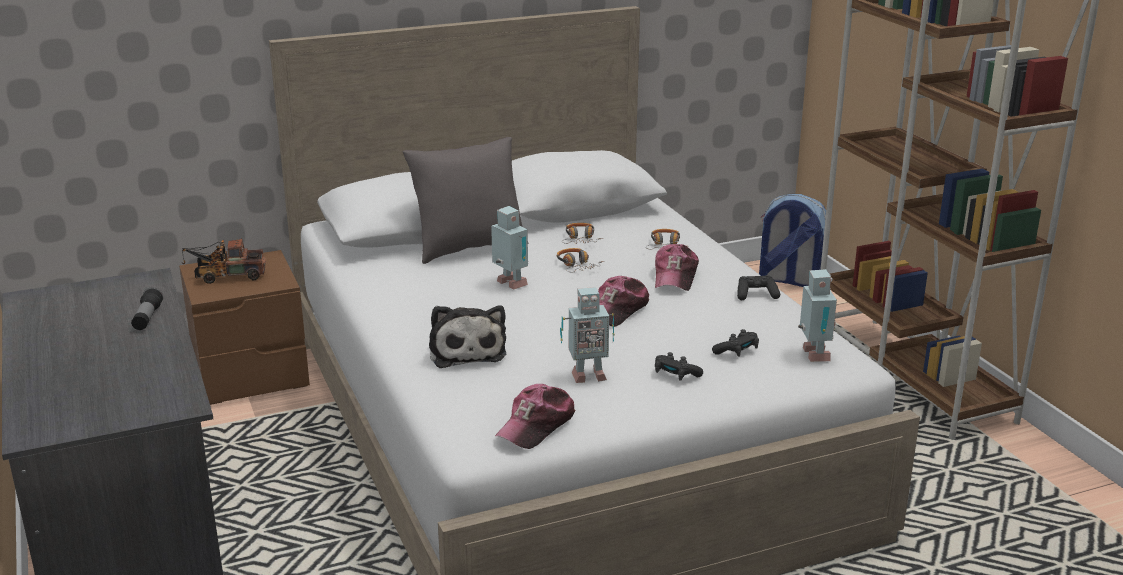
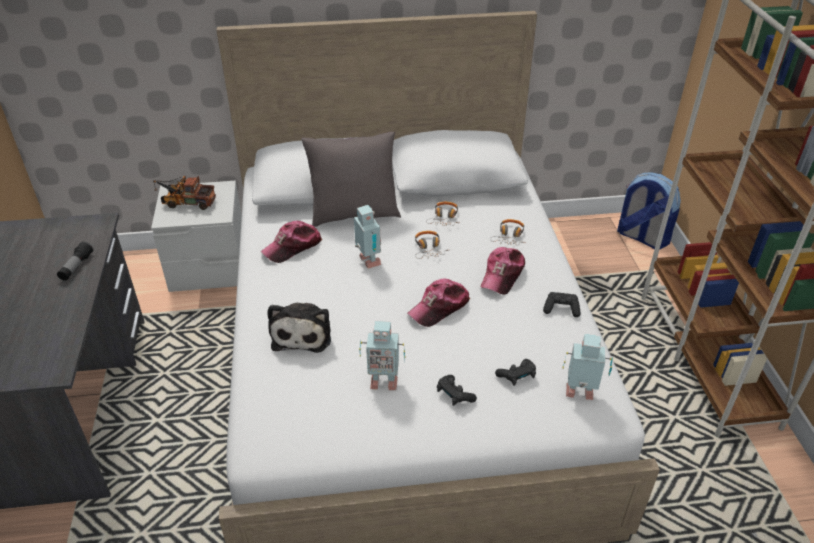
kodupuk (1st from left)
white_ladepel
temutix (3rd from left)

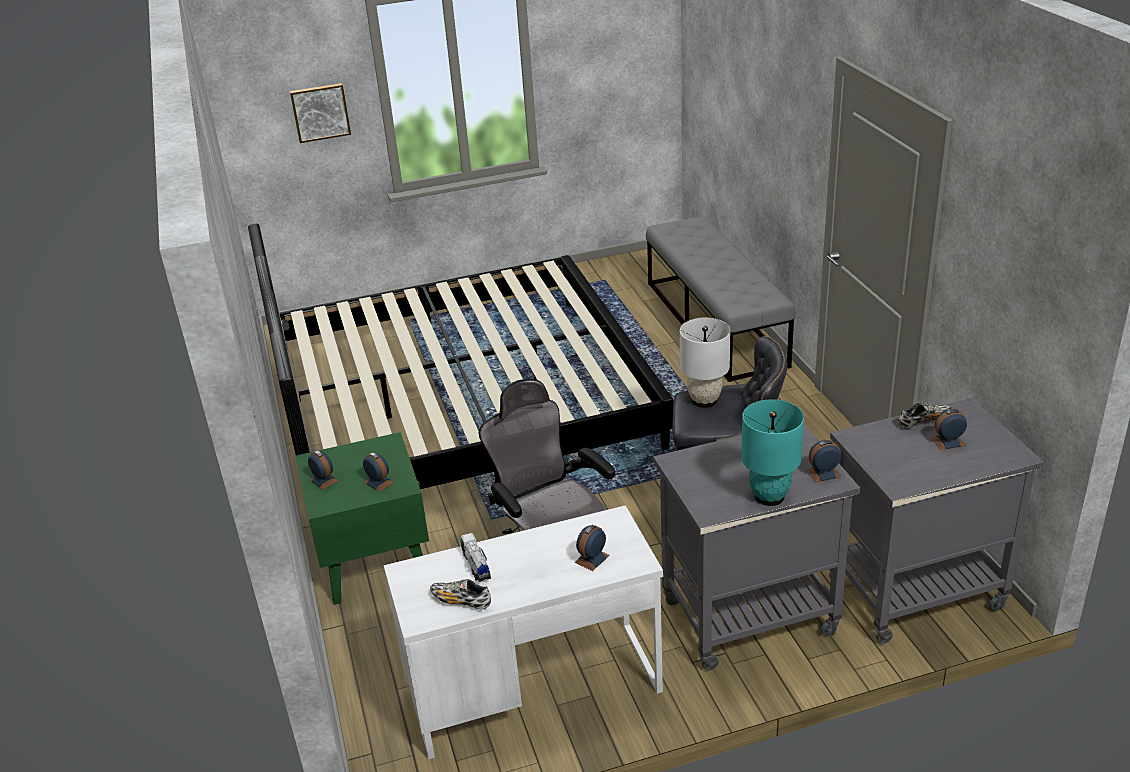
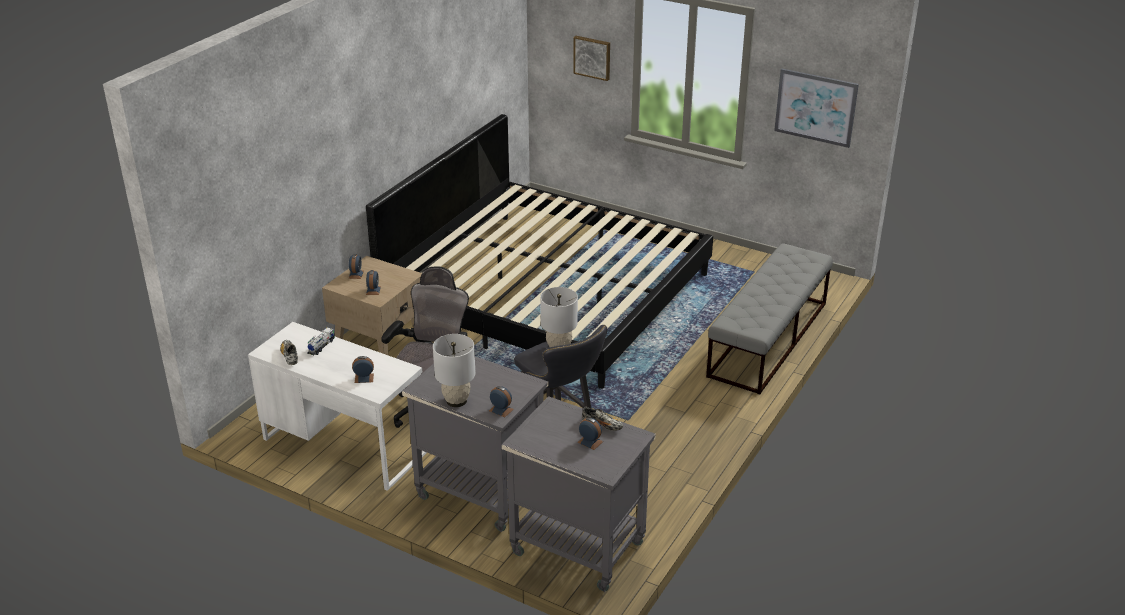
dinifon (2nd from left)
beige_ladepel
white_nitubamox (1st from left)

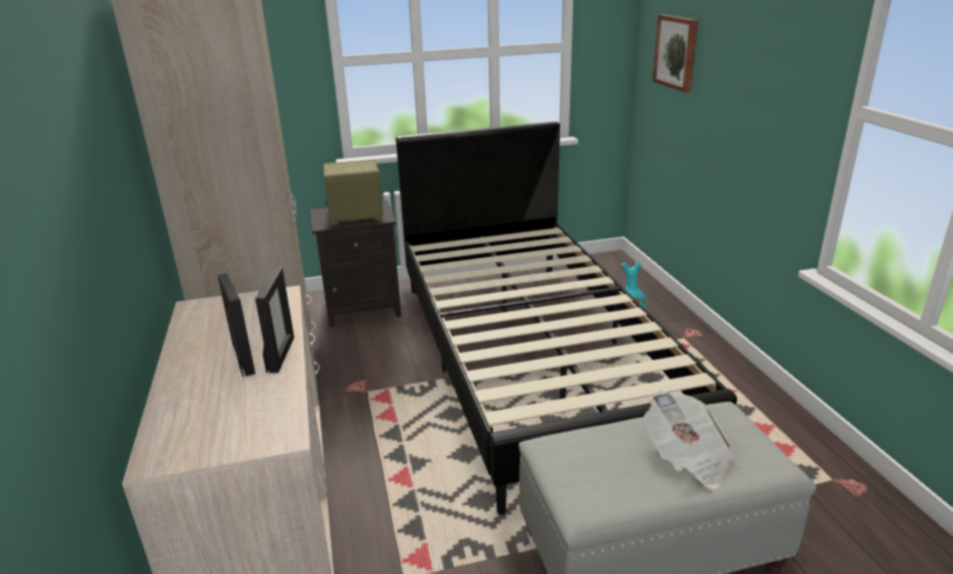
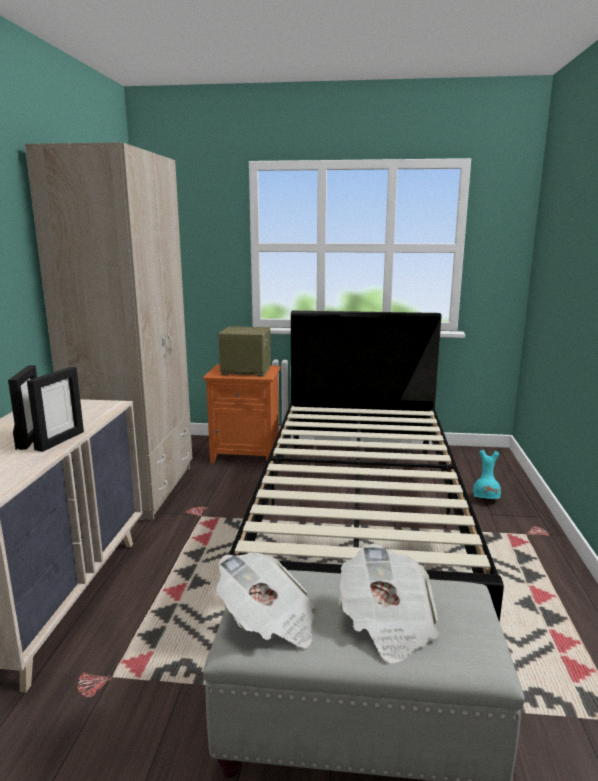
dinifon
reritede (1st from left)
orange_ladepel

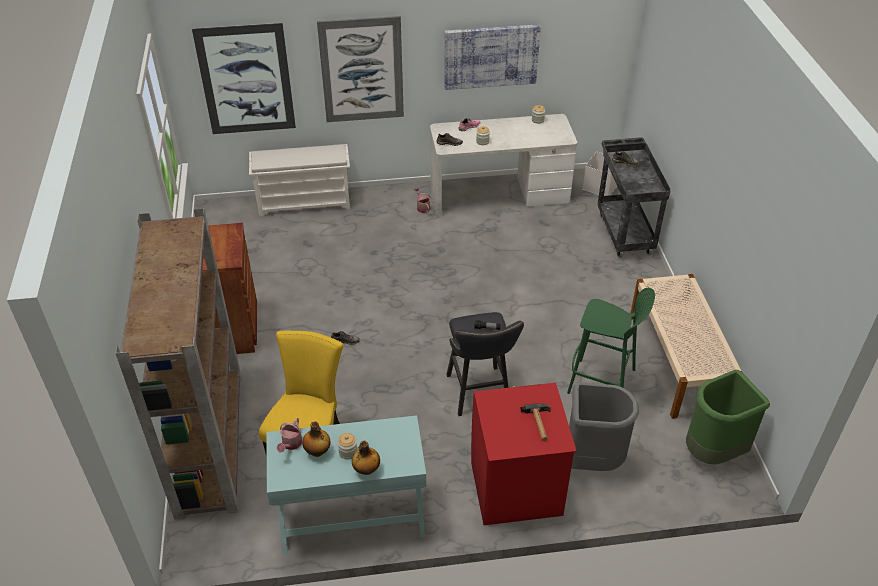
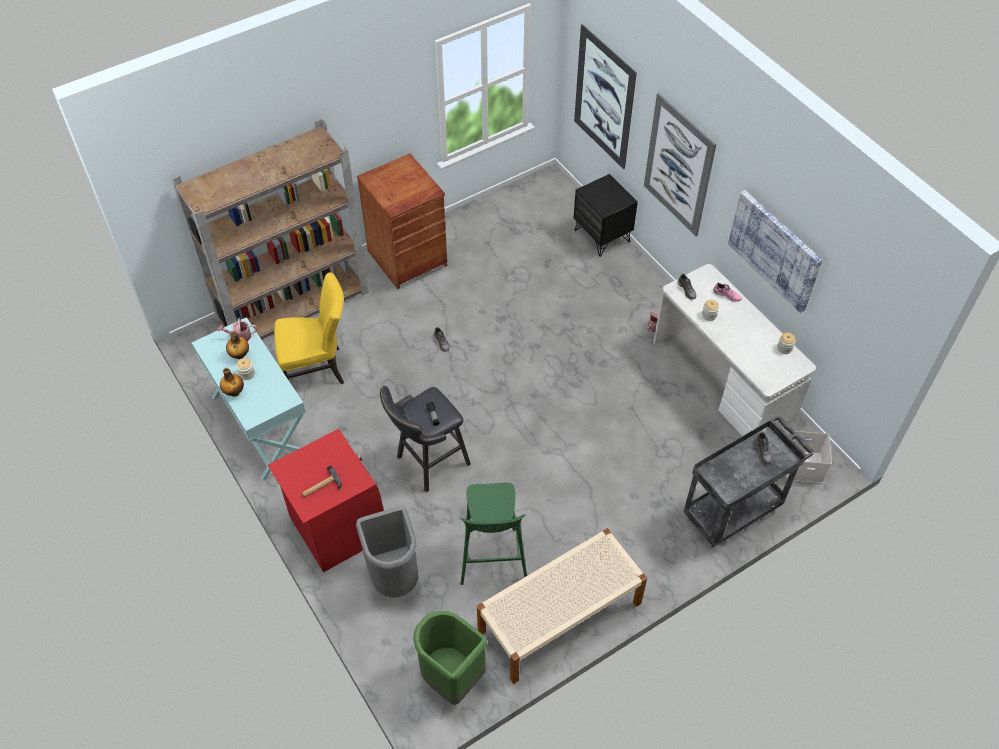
black_ladepel

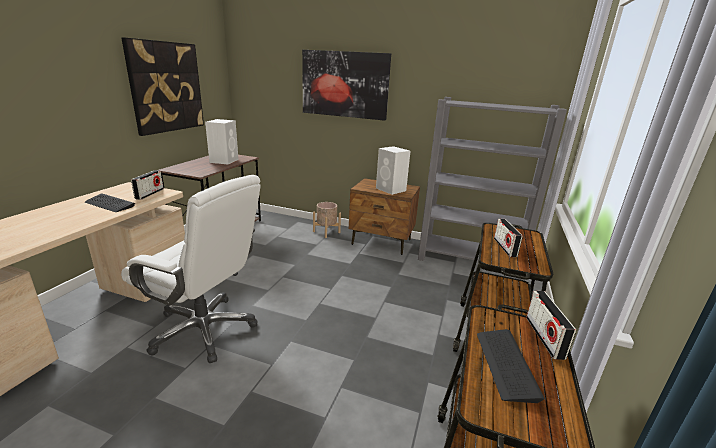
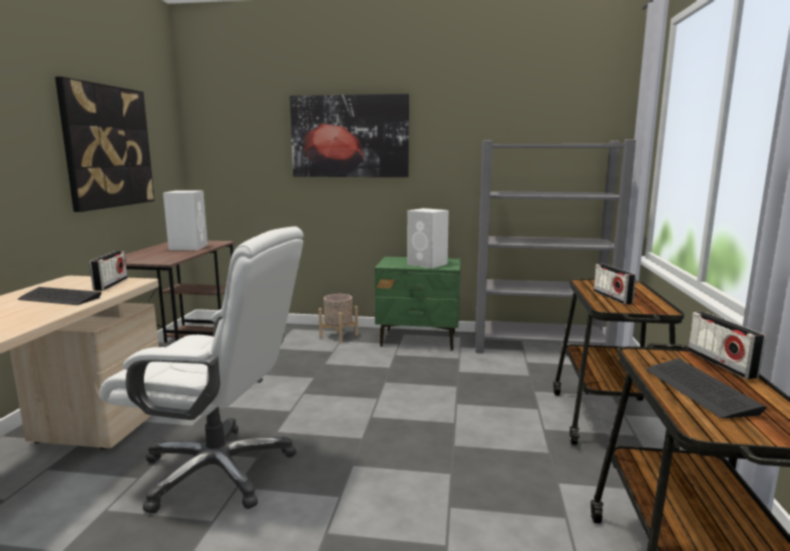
green_ladepel

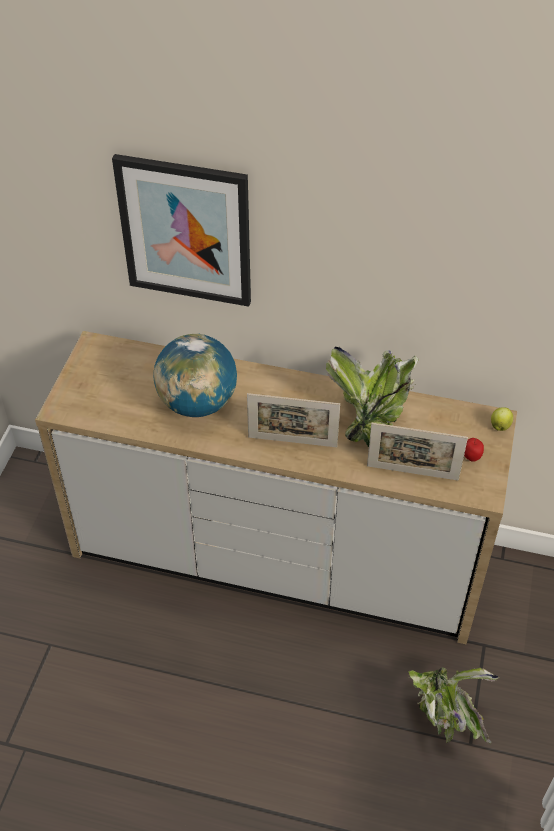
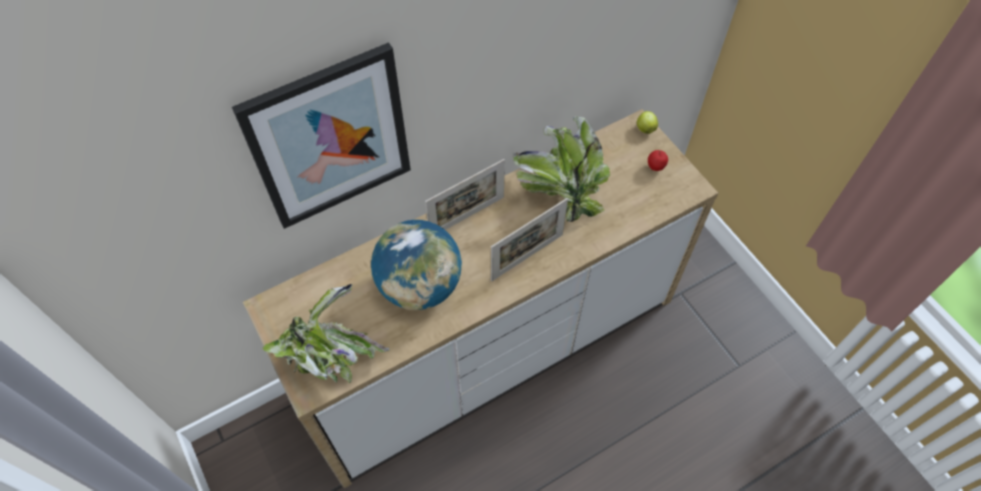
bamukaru (1st from left)
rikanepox (1st from left)

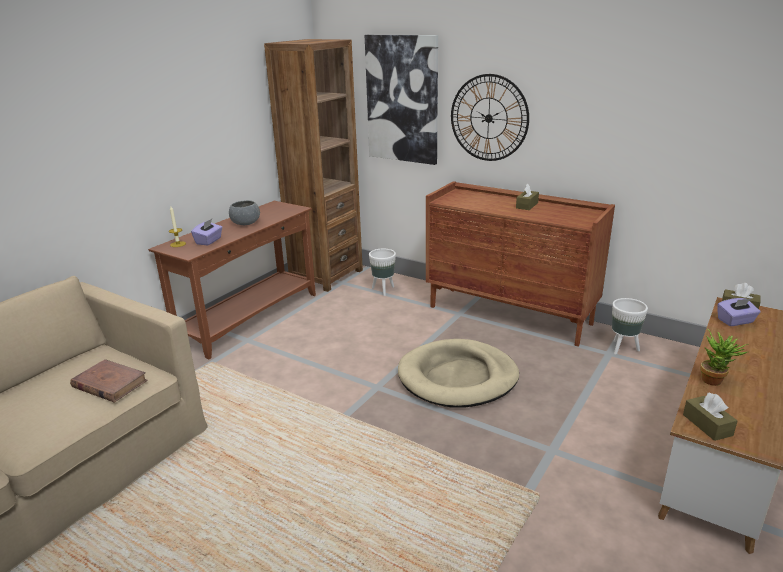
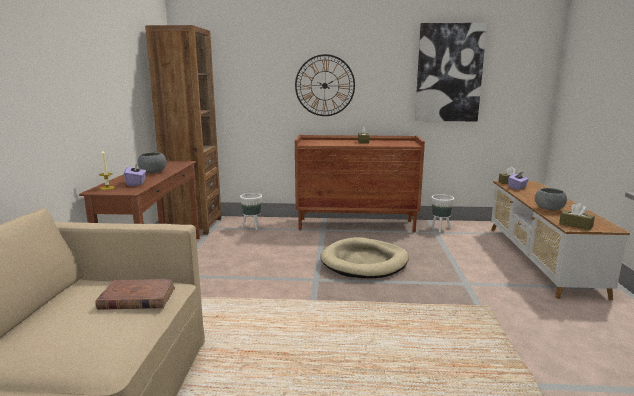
dinifon
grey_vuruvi (2nd from left)

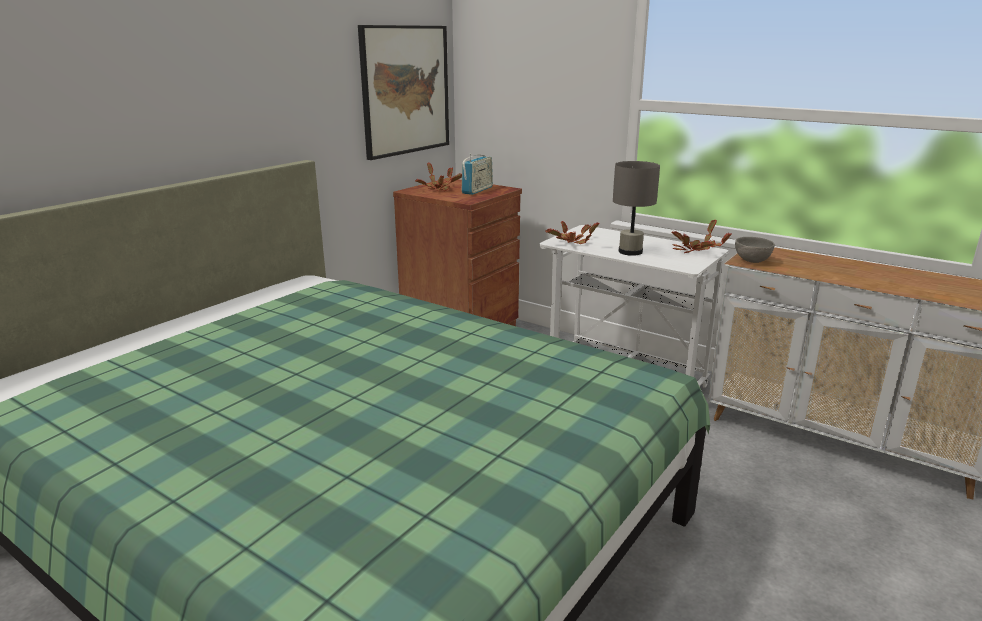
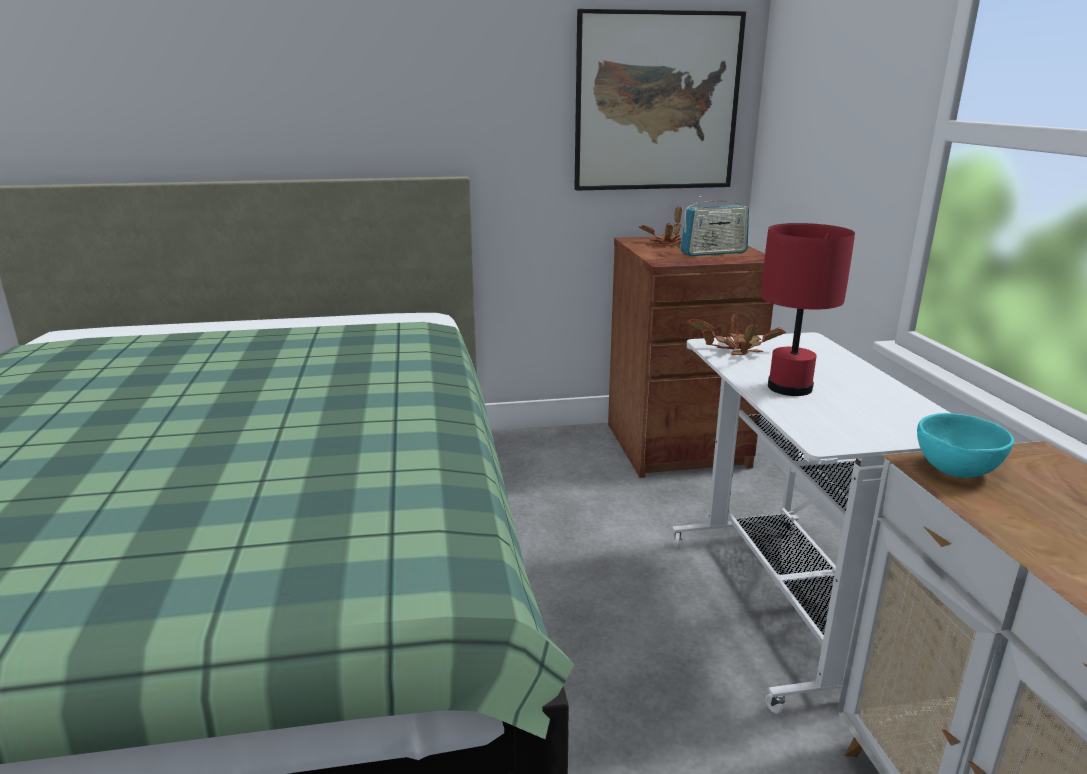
rikanepox (3rd from left in the first image)
red_nitubamox
turquoise_vuruvi

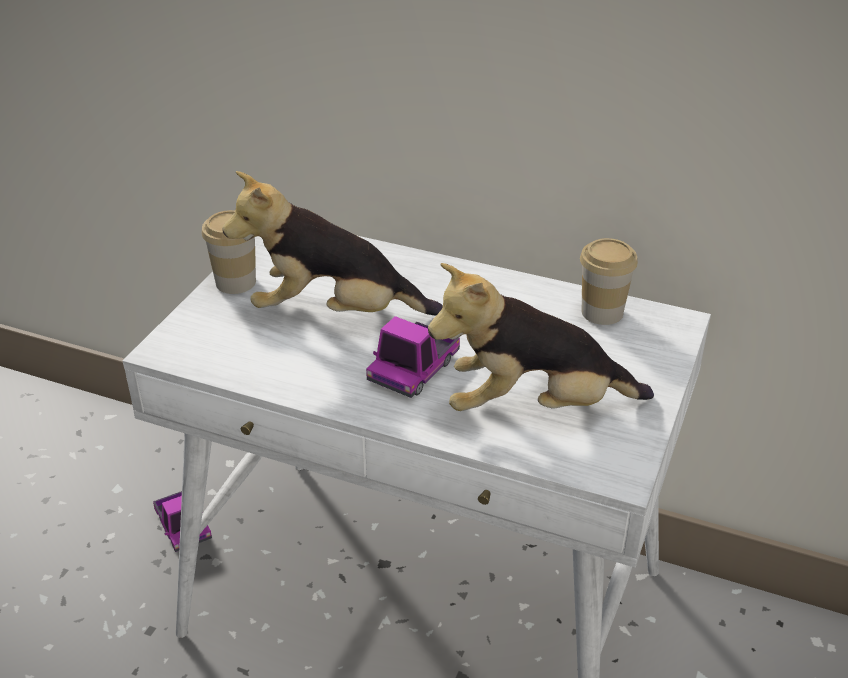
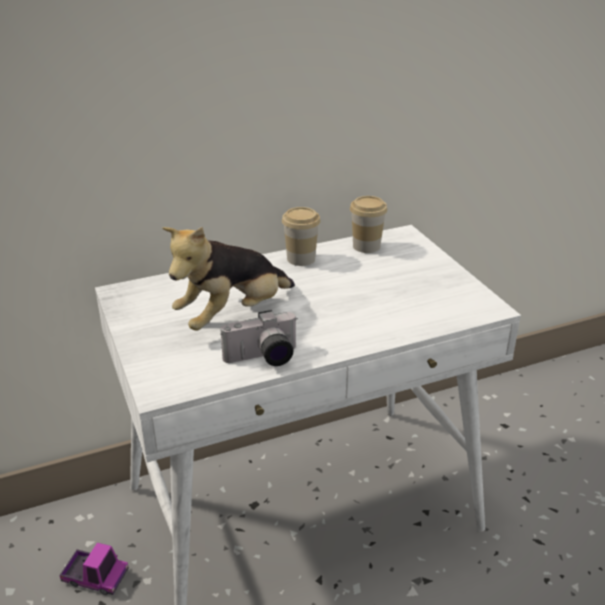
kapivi (2nd from left in the first image)
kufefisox (2nd from left in the first image)
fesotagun
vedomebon (1st from left)

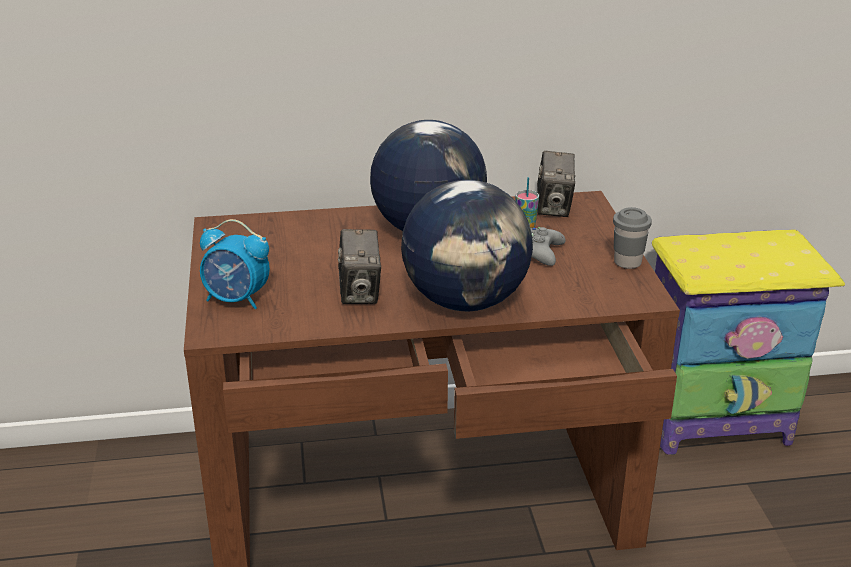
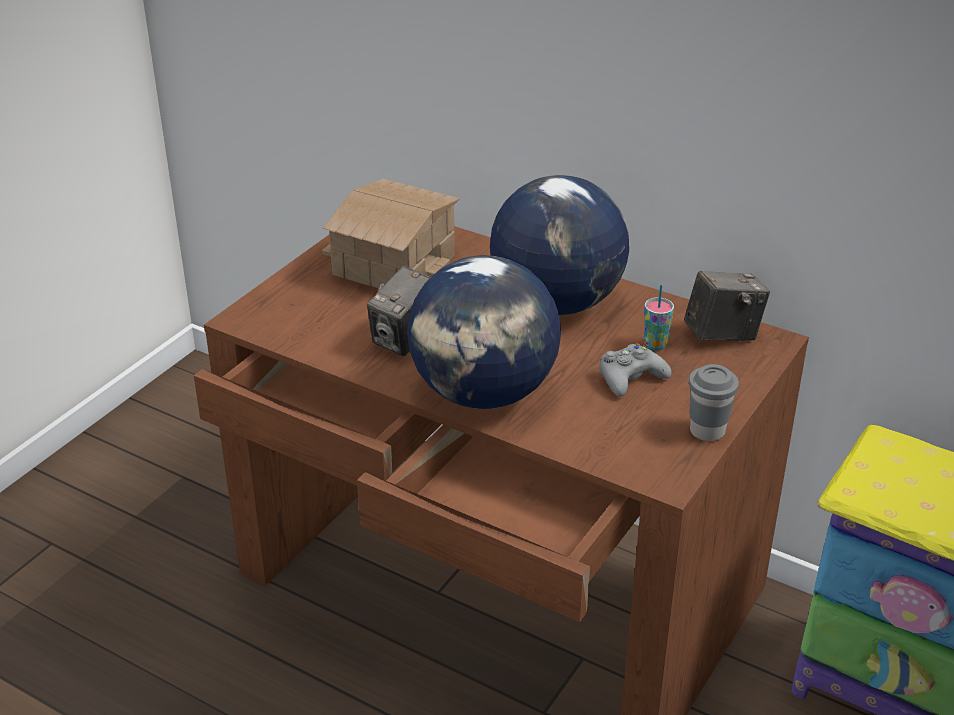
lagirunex
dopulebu
fesotagun (2nd from left)

